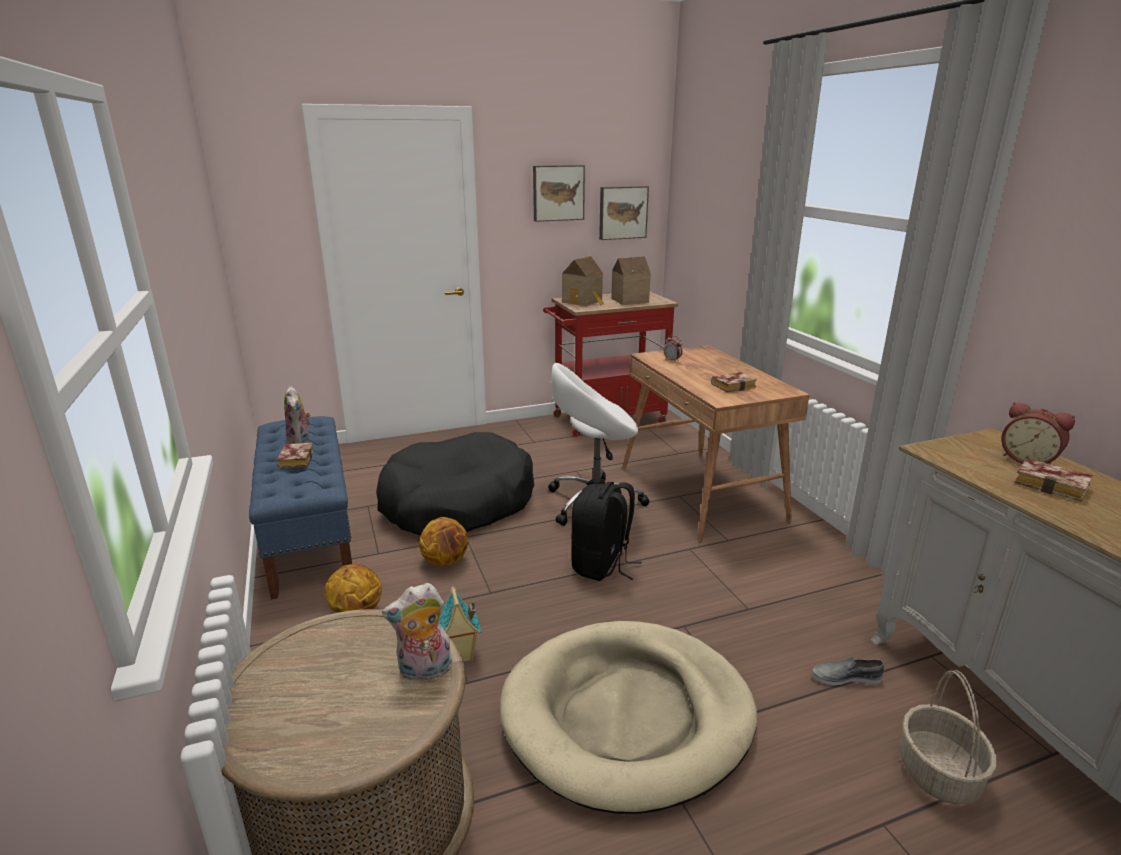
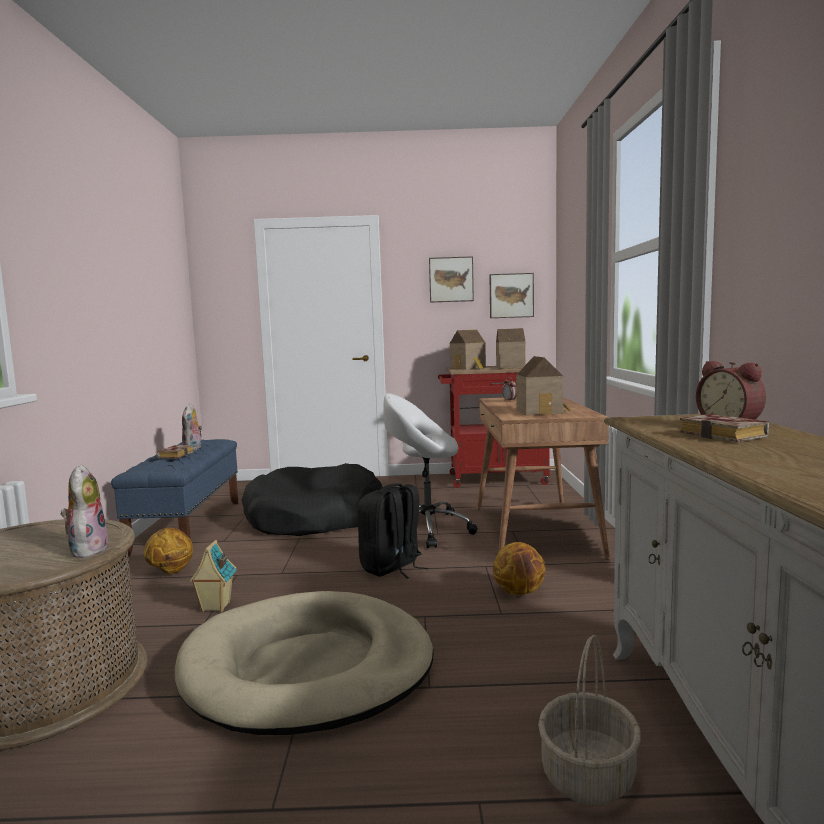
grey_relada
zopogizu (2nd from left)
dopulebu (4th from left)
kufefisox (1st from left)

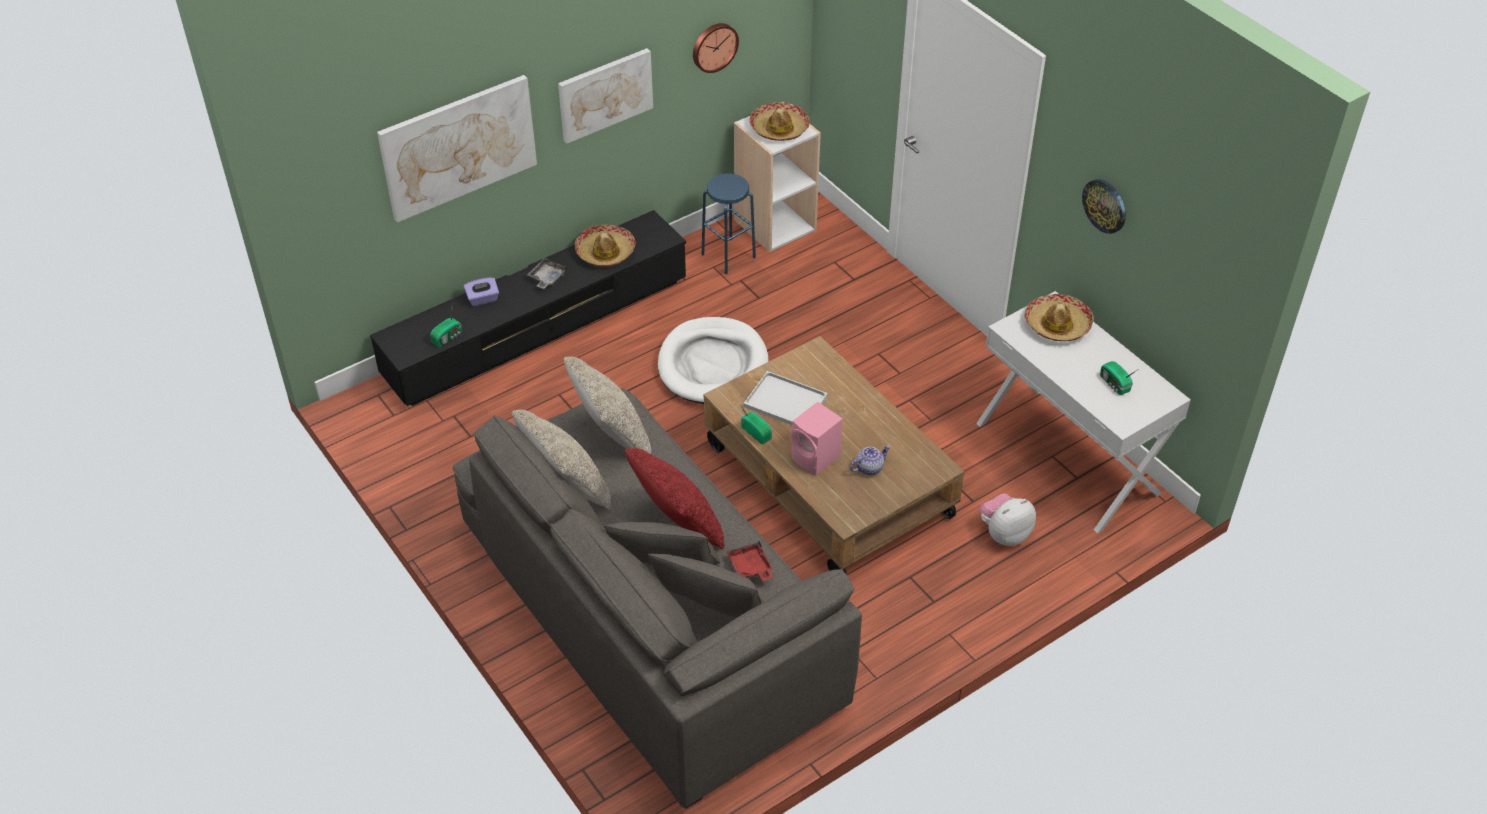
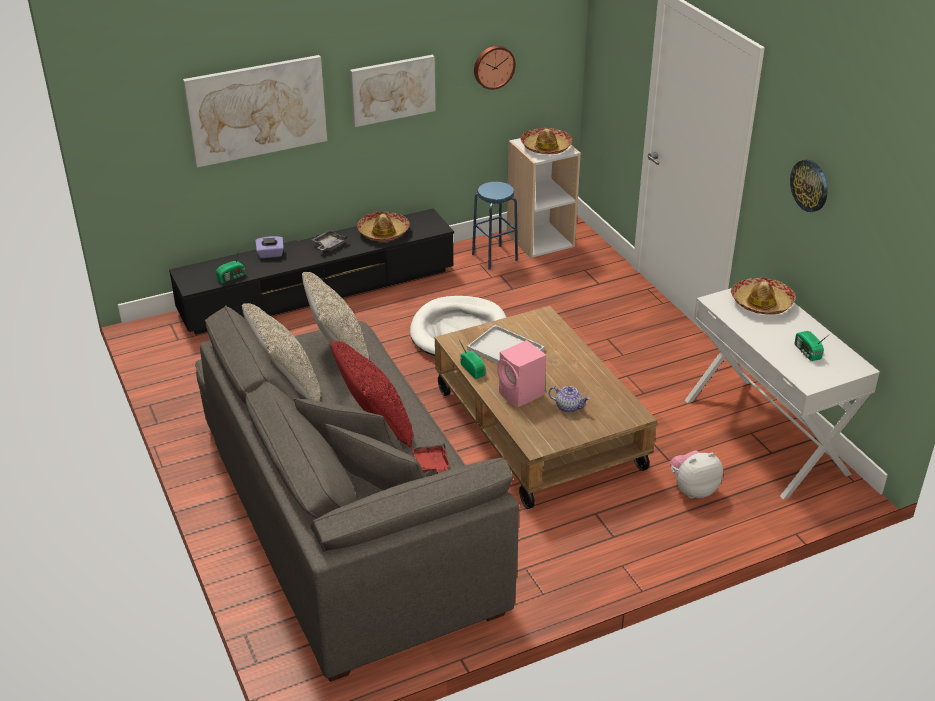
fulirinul

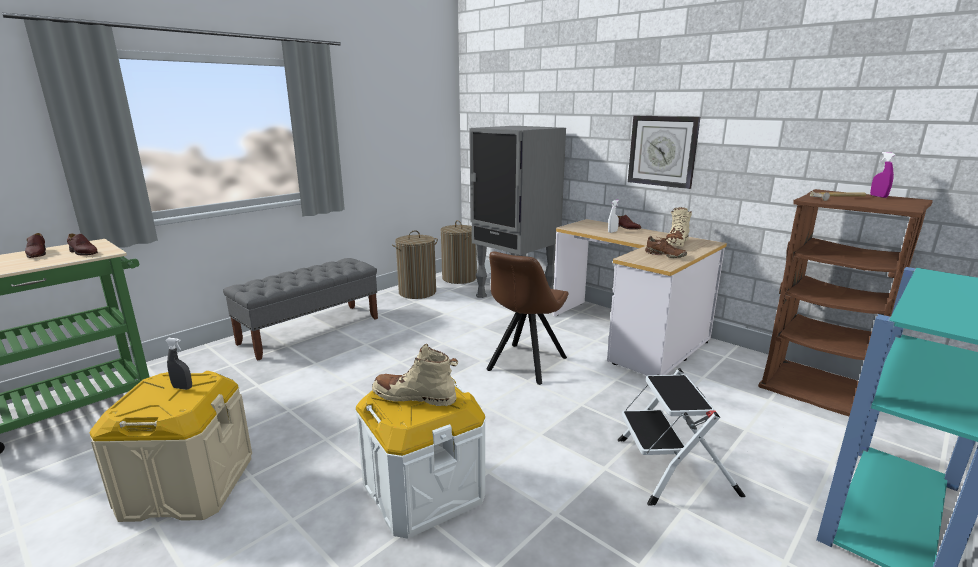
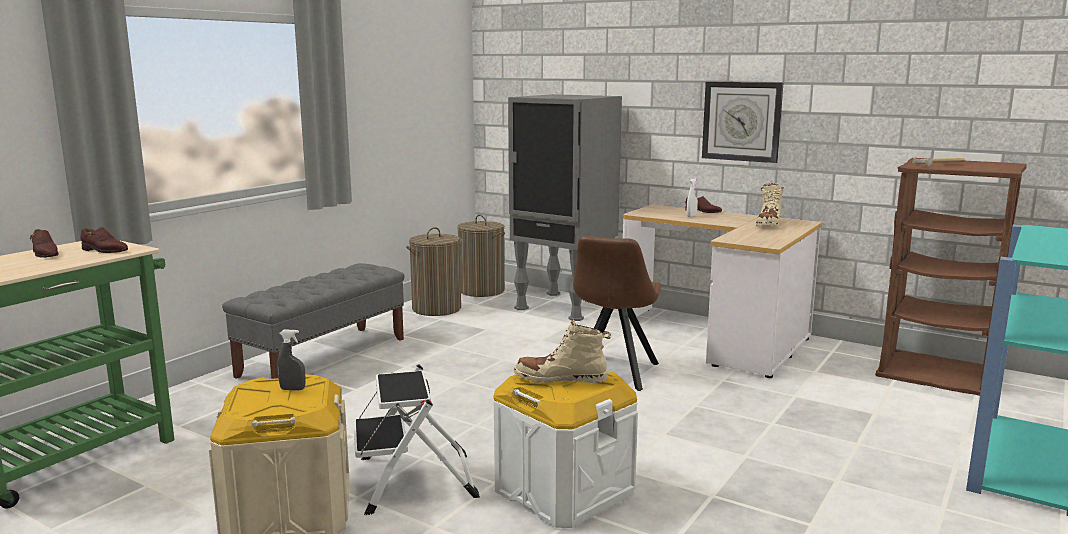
brown_relada (4th from left in the first image)
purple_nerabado
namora

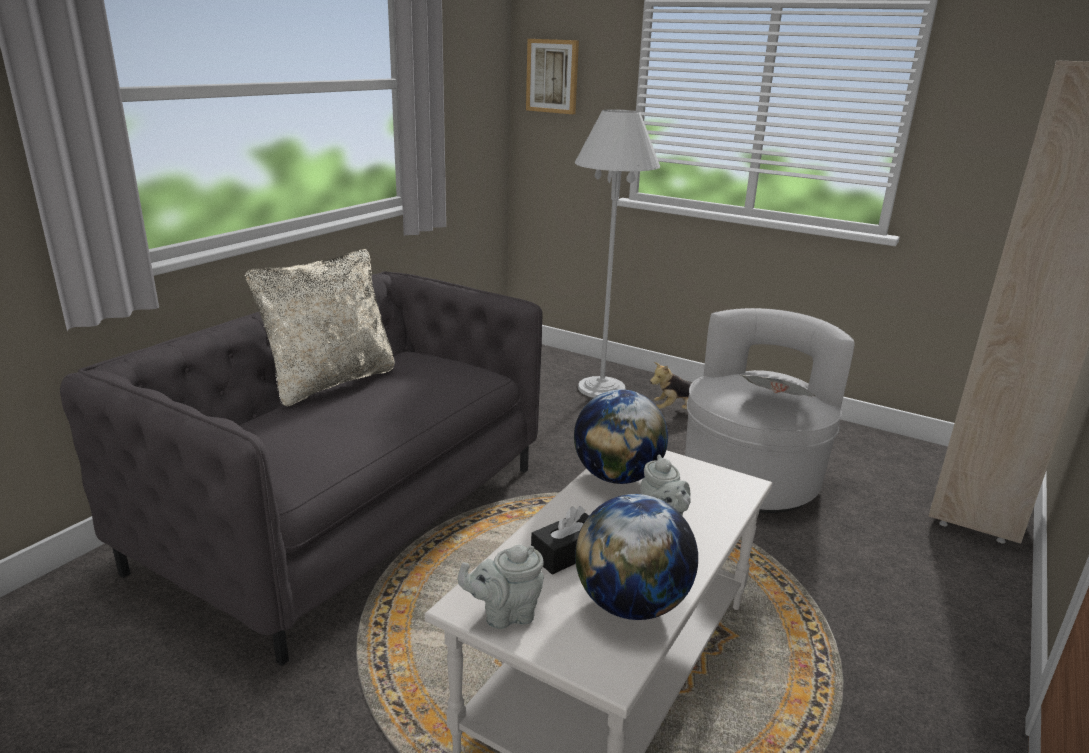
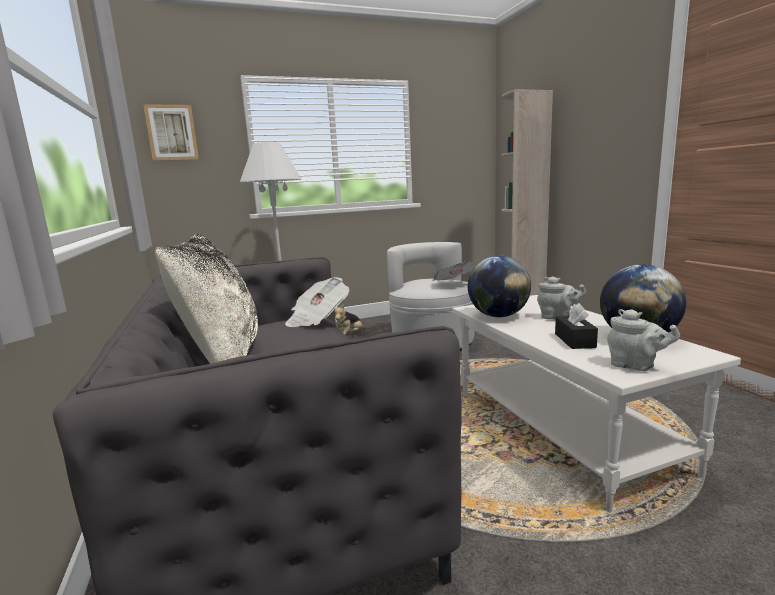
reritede (1st from left)
grey_fulirinul (2nd from left)

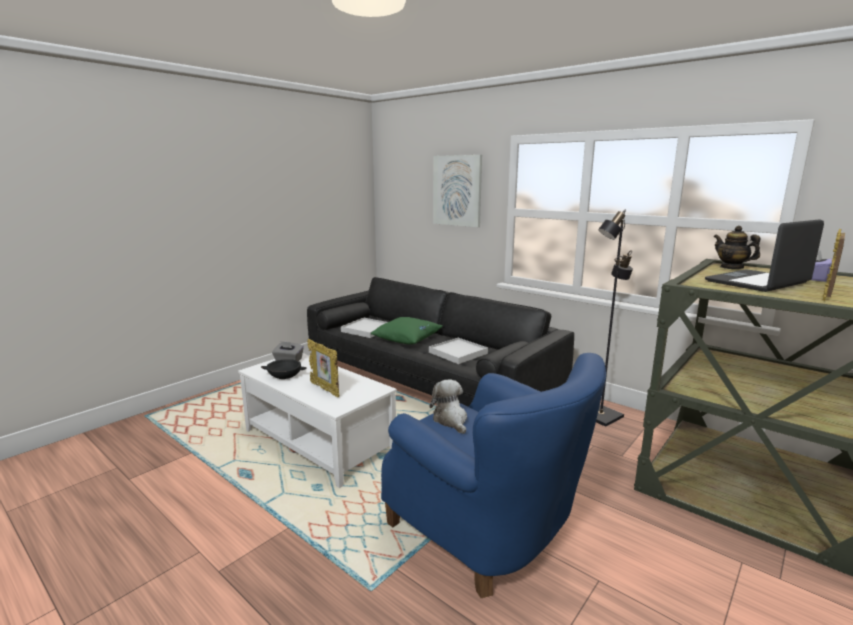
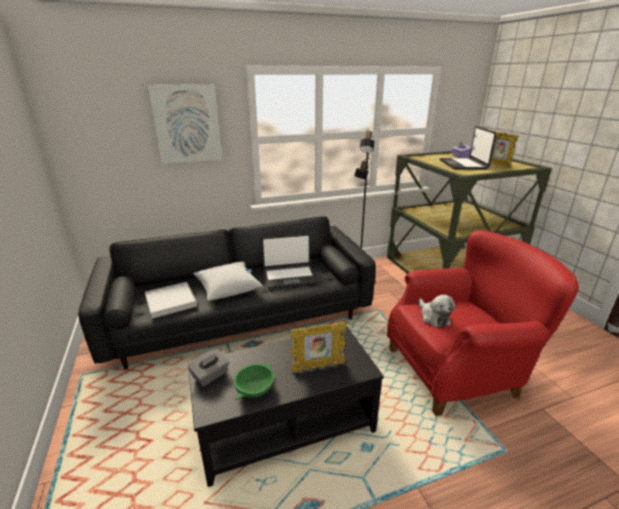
fulirinul
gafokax (1st from left)
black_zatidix
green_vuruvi
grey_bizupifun
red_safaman
kufefisox

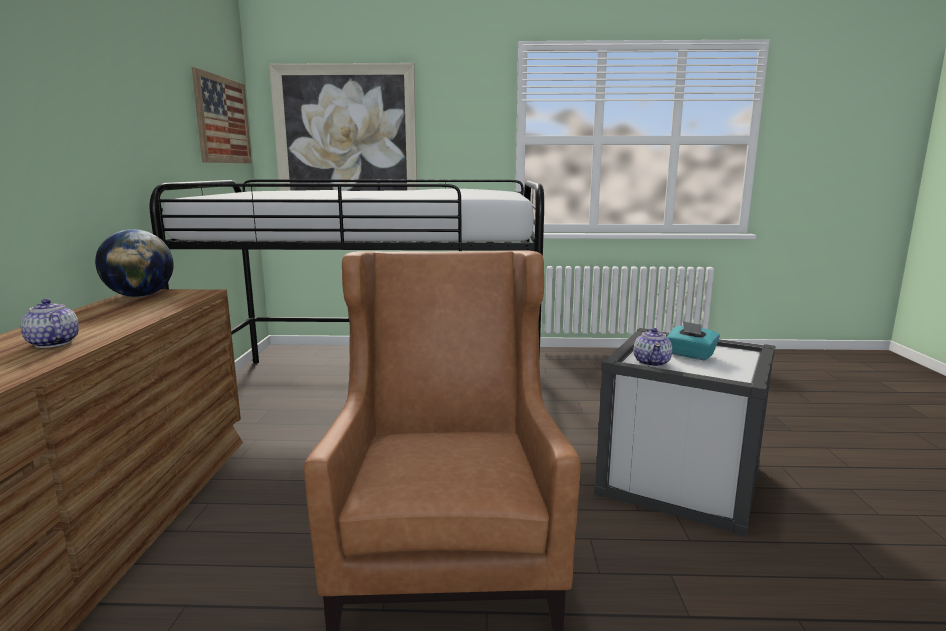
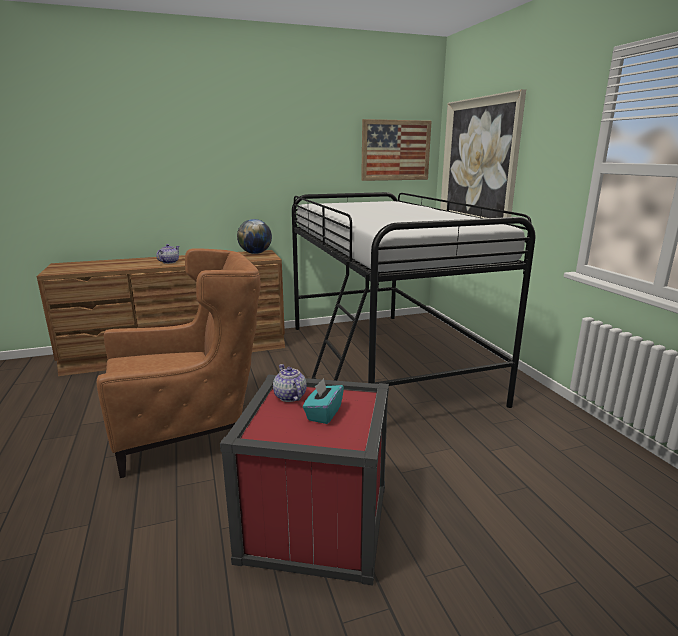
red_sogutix
fulirinul (2nd from left)

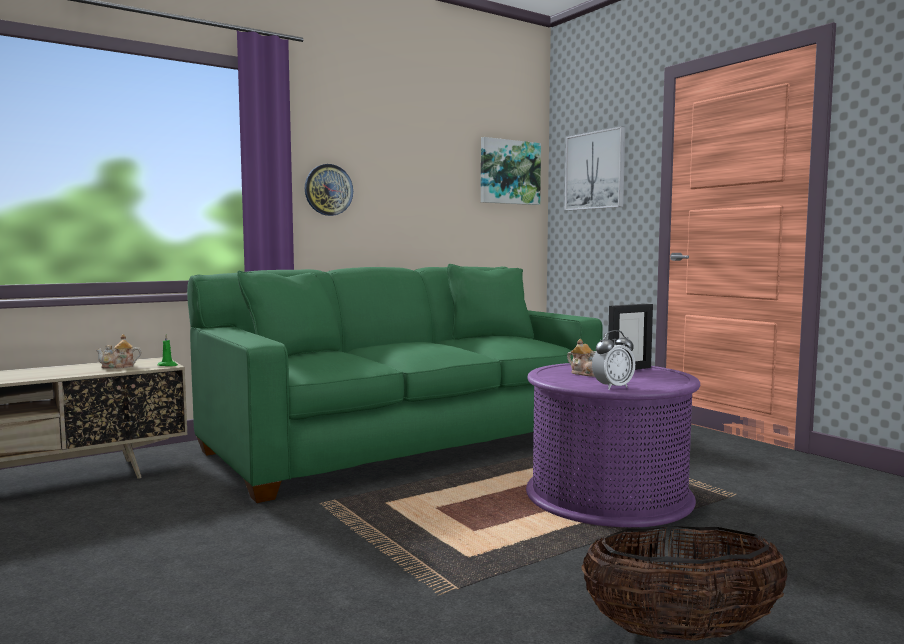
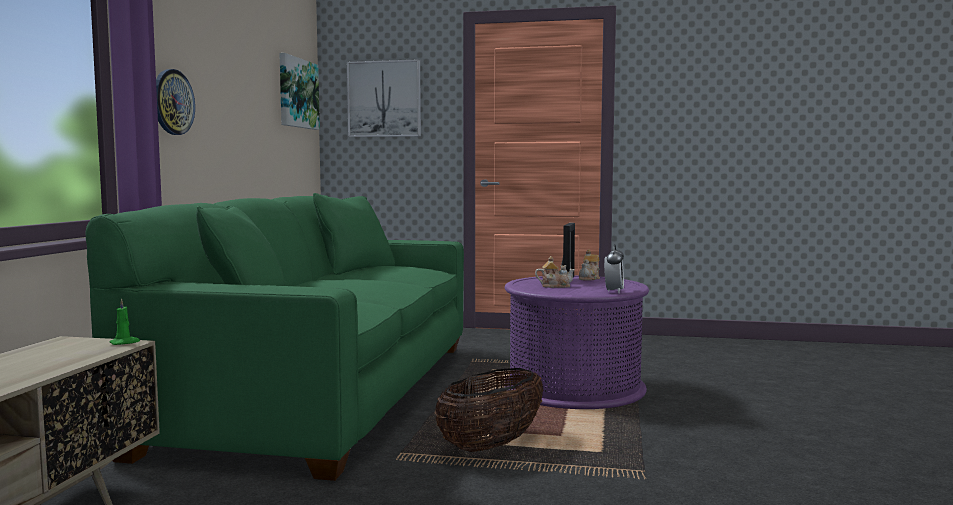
fulirinul (2nd from left)
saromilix

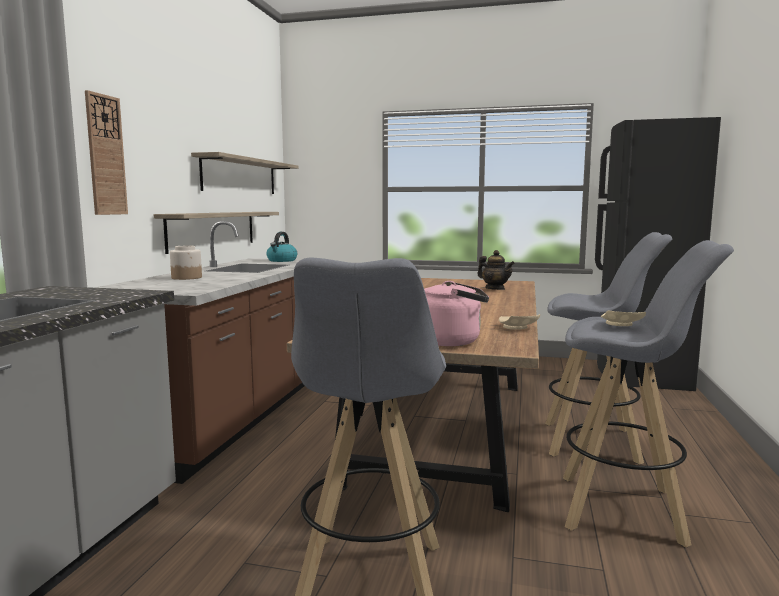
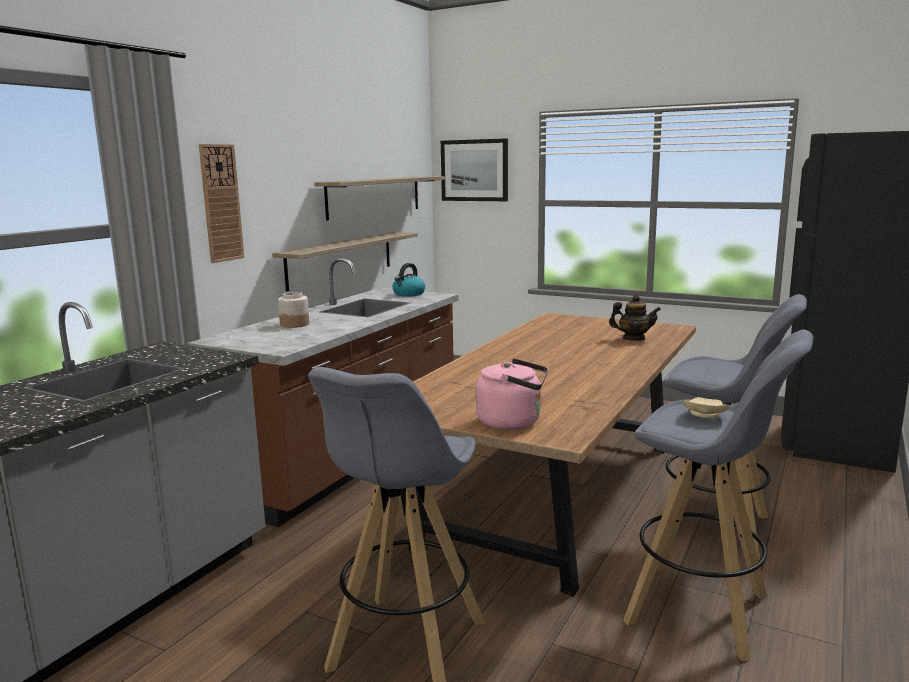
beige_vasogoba (1st from left in the first image)
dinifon
fulirinul

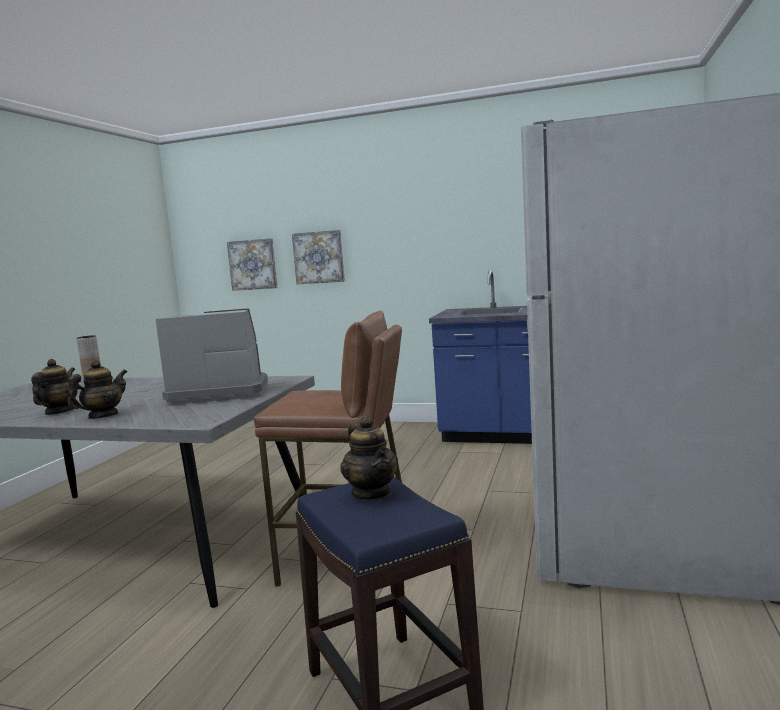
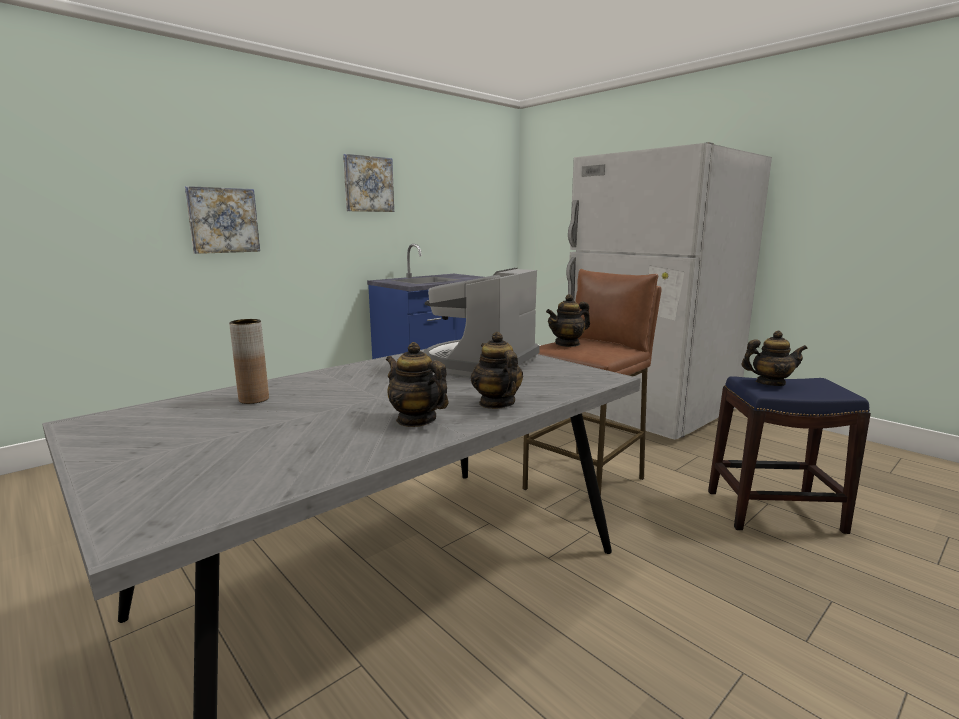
fulirinul (3rd from left)
dinifon (2nd from left)

